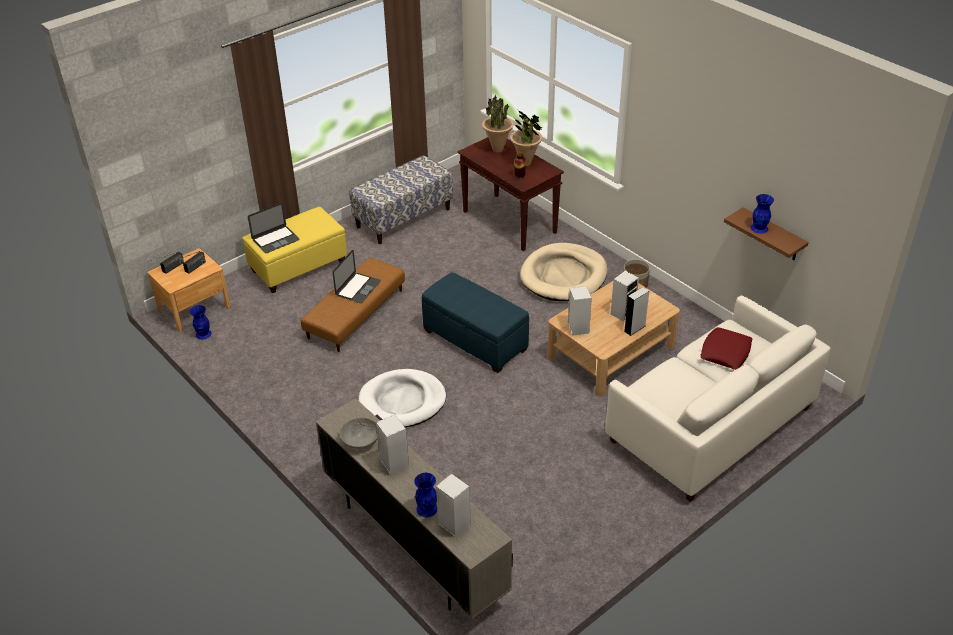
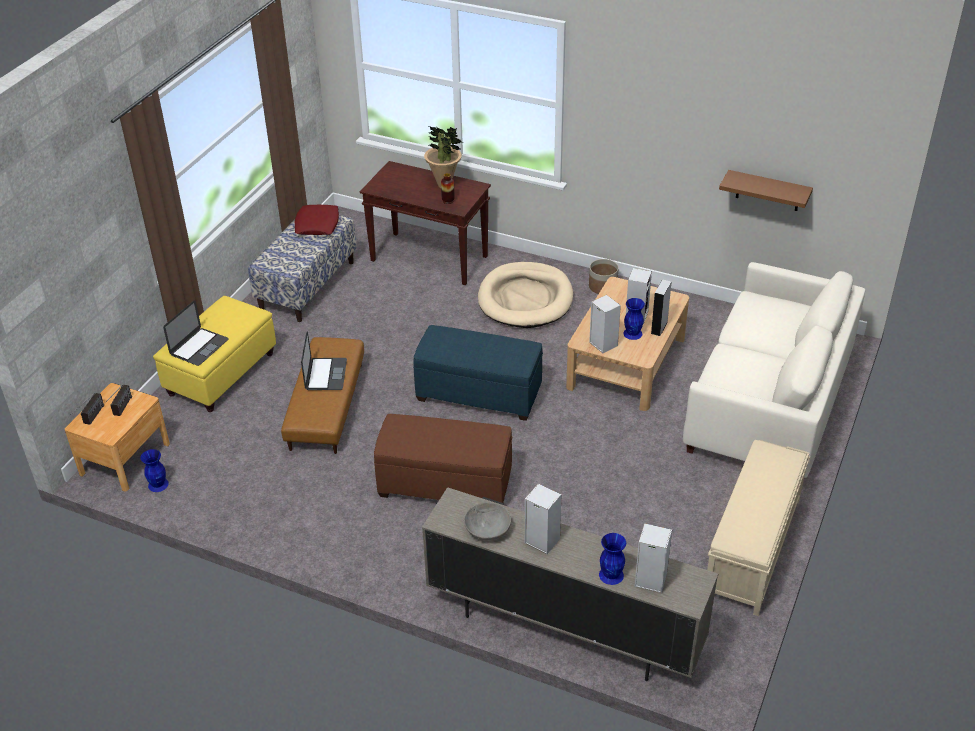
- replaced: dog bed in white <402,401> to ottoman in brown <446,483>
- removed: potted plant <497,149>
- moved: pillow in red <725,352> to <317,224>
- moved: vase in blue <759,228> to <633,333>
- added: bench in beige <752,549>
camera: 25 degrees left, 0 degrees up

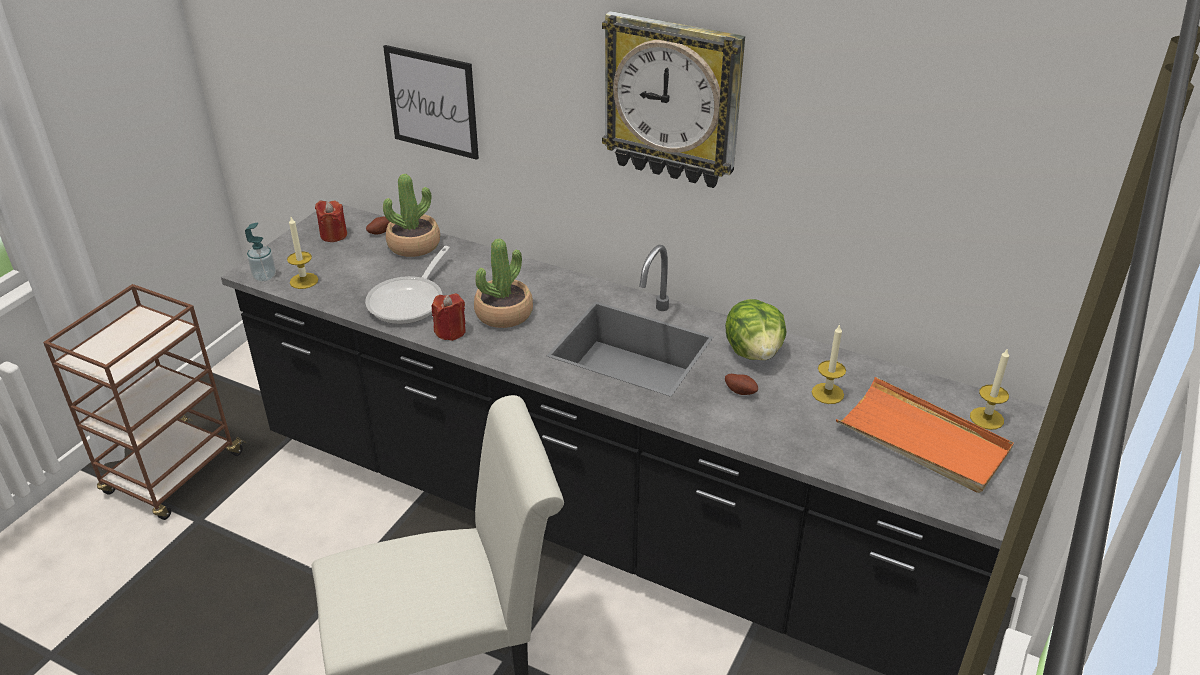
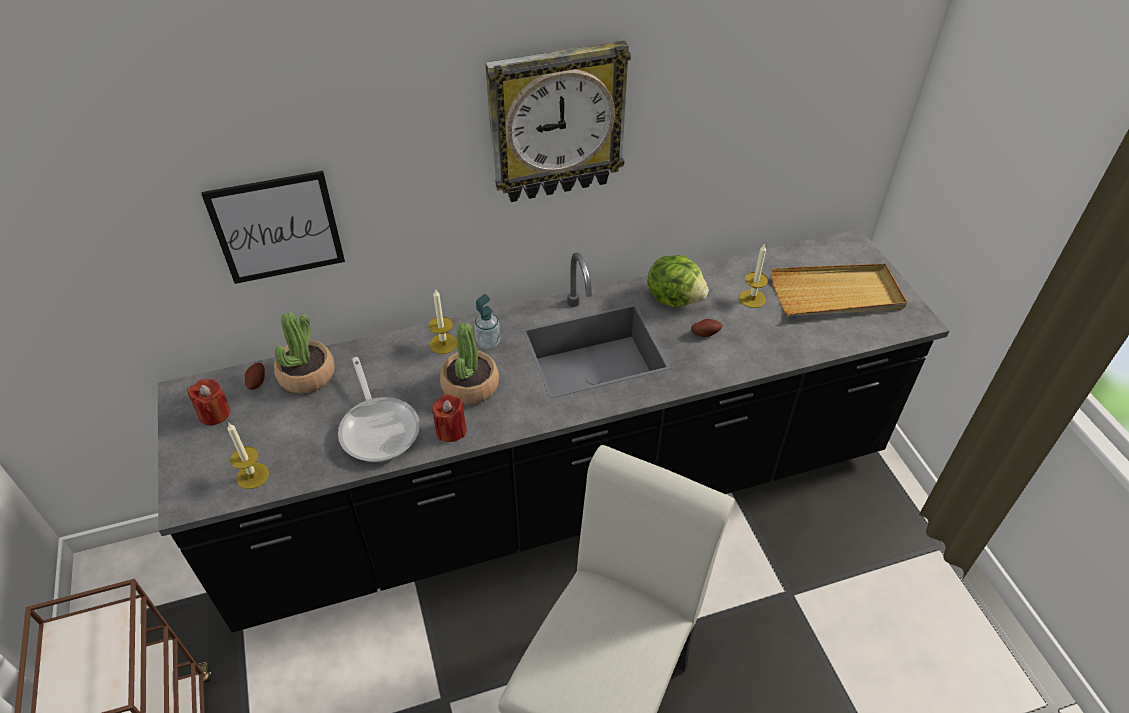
- moved: soap dispenser <264,277> to <488,342>
- recoloured: tray in orange <923,440> to tray in beige <836,294>
- moved: candle <986,418> to <443,344>
camera: 45 degrees left, 10 degrees up

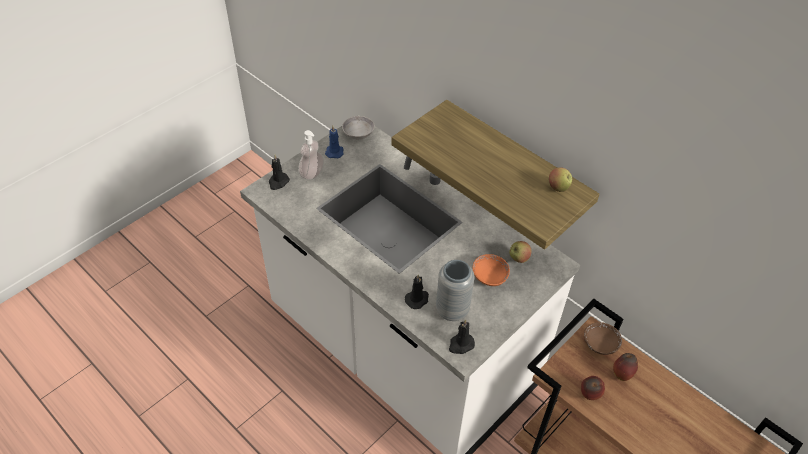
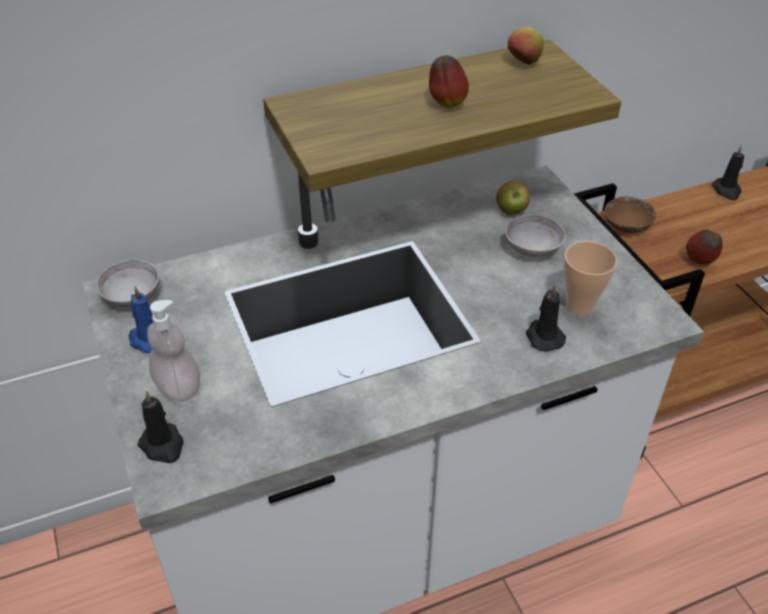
- replaced: vase in grey <452,310> to cup <580,305>
- moved: candle in black <460,345> to <726,190>
- recoloured: bowl in orange <489,277> to bowl in grey <532,248>
- moved: apple <622,374> to <446,103>
camera: 65 degrees left, 5 degrees down

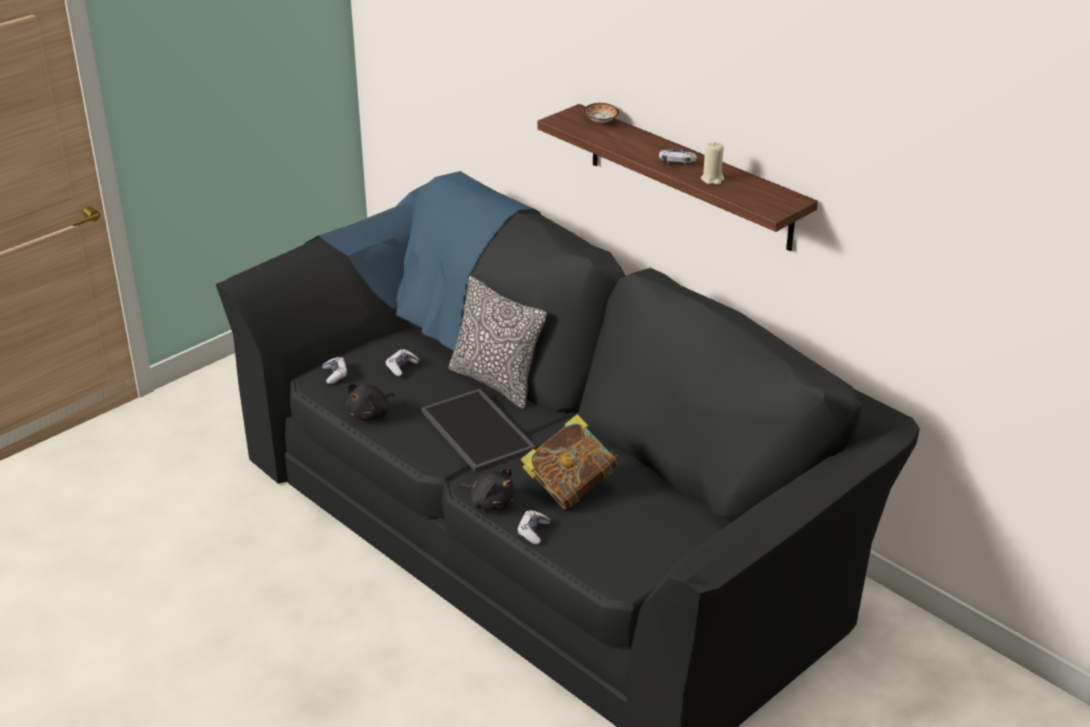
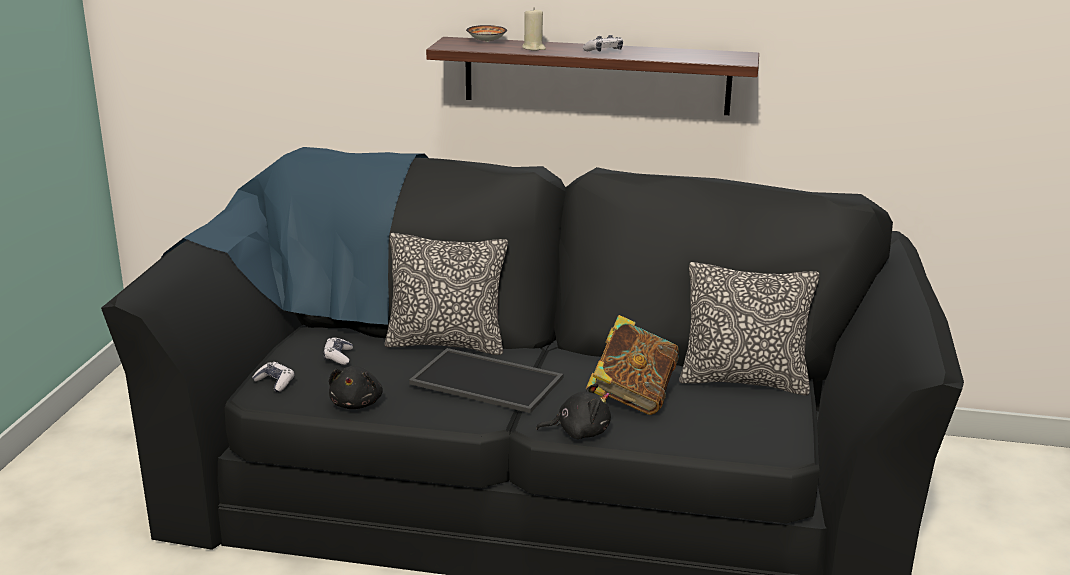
- removed: game controller <533,531>
- moved: candle in beige <712,179> to <533,48>
- added: pillow <743,380>
camera: 35 degrees left, 10 degrees down

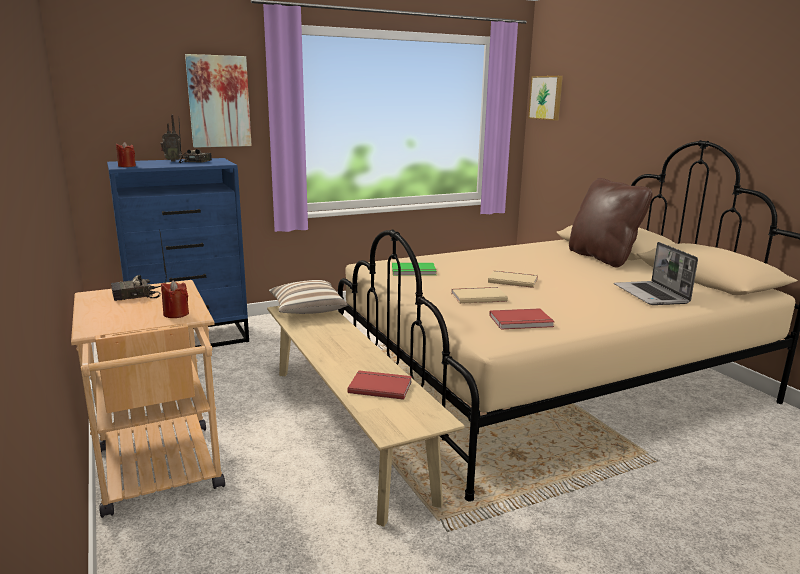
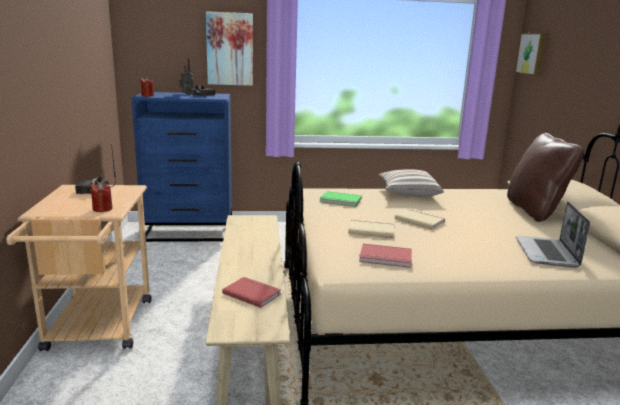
- moved: pillow <307,310> to <408,194>
camera: 20 degrees right, 0 degrees up

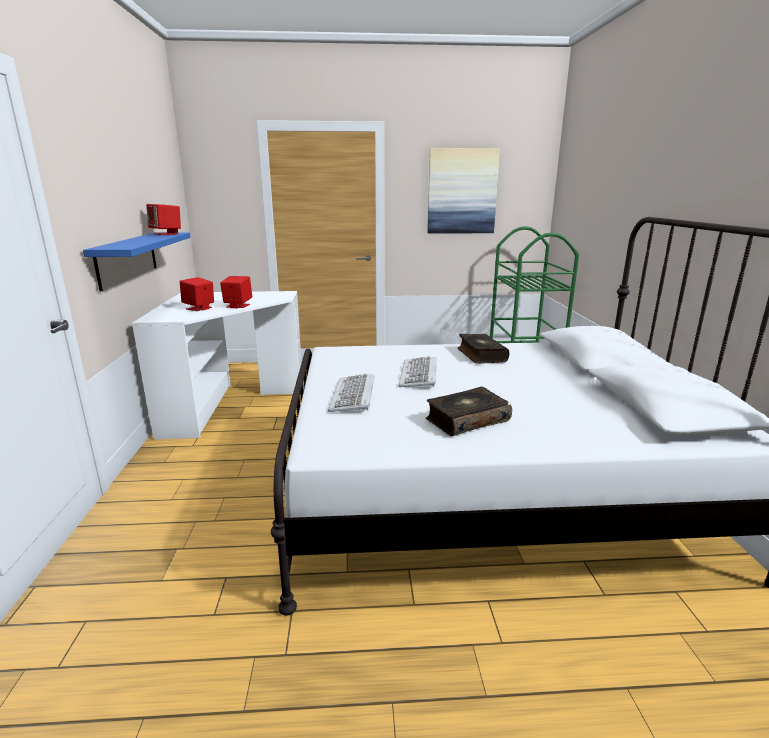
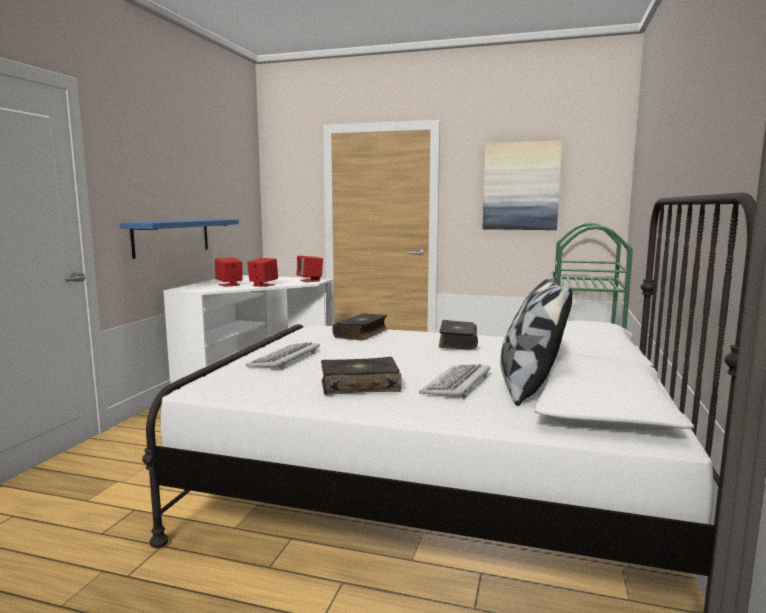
- moved: speaker in red <166,234> to <310,280>
- moved: keyboard <419,375> to <457,384>
- added: book <362,334>
- added: pillow <529,386>
camera: 20 degrees right, 10 degrees down

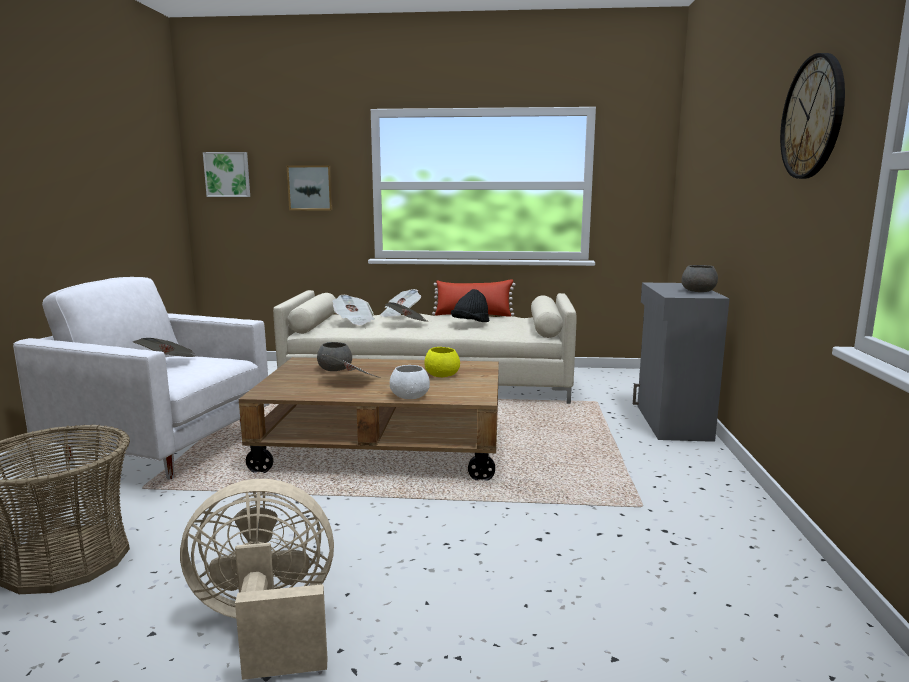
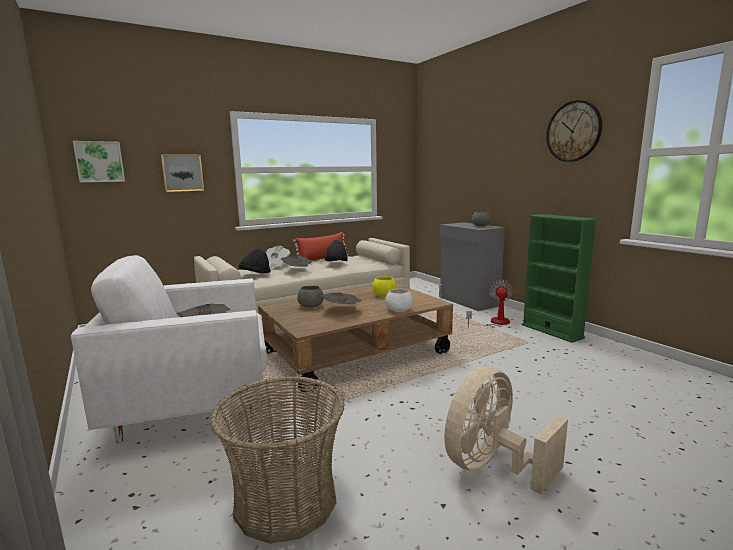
- replaced: newspaper <354,321> to hat in black <255,274>
- added: fan <494,323>
- added: bookcase in green <551,331>
camera: 35 degrees left, 0 degrees up

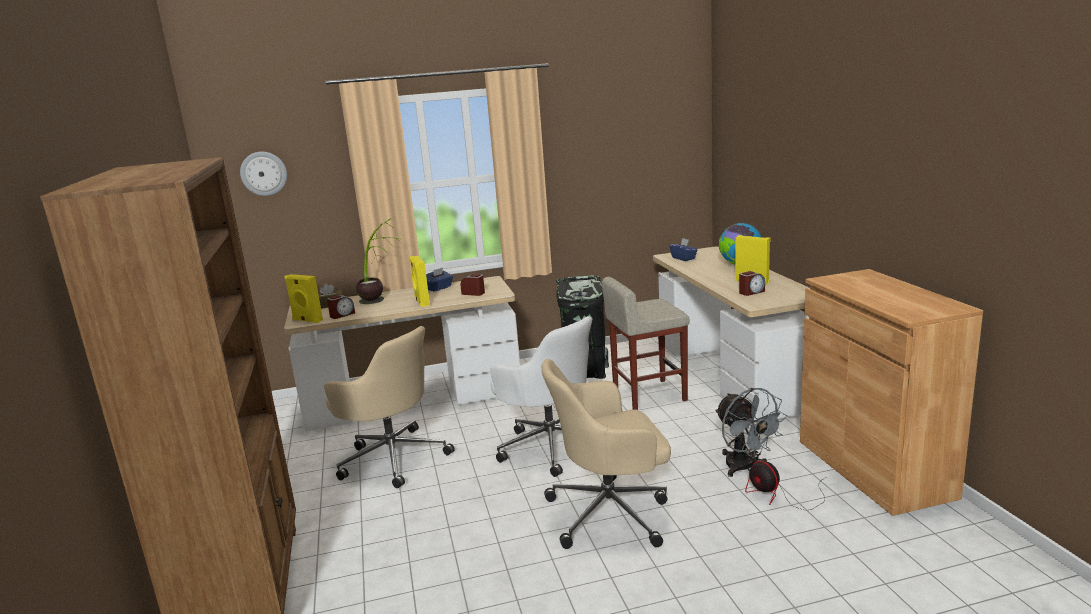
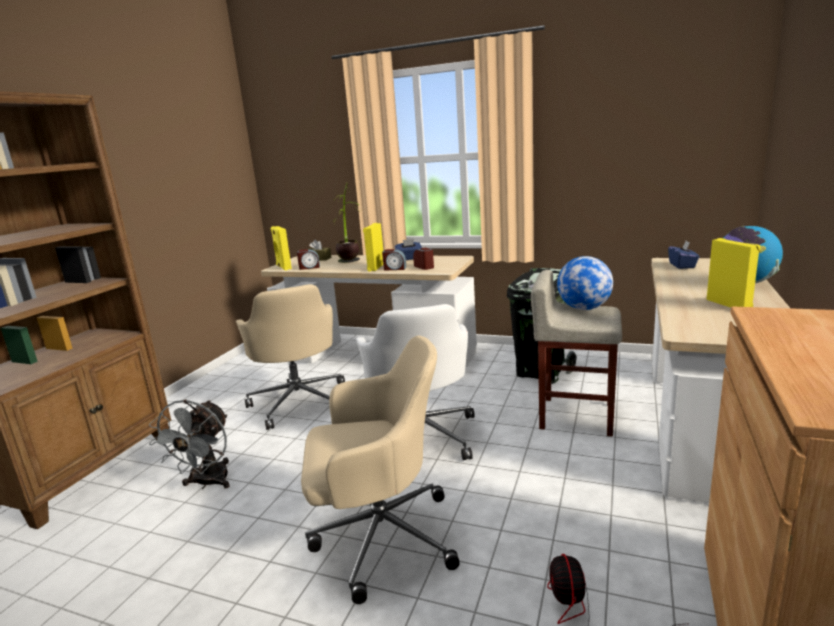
- removed: wall clock <263,173>
- turned: office chair in beige <611,513> = <380,537> 150 degrees clockwise
- moved: fan in grey <745,468> to <208,483>
- moved: alarm clock <751,292> to <394,268>
- added: globe <584,308>
camera: 35 degrees right, 0 degrees up

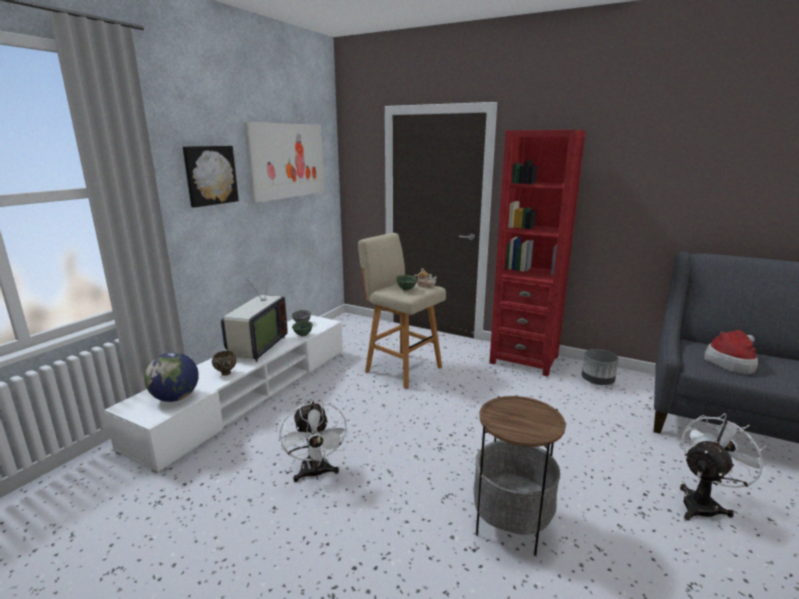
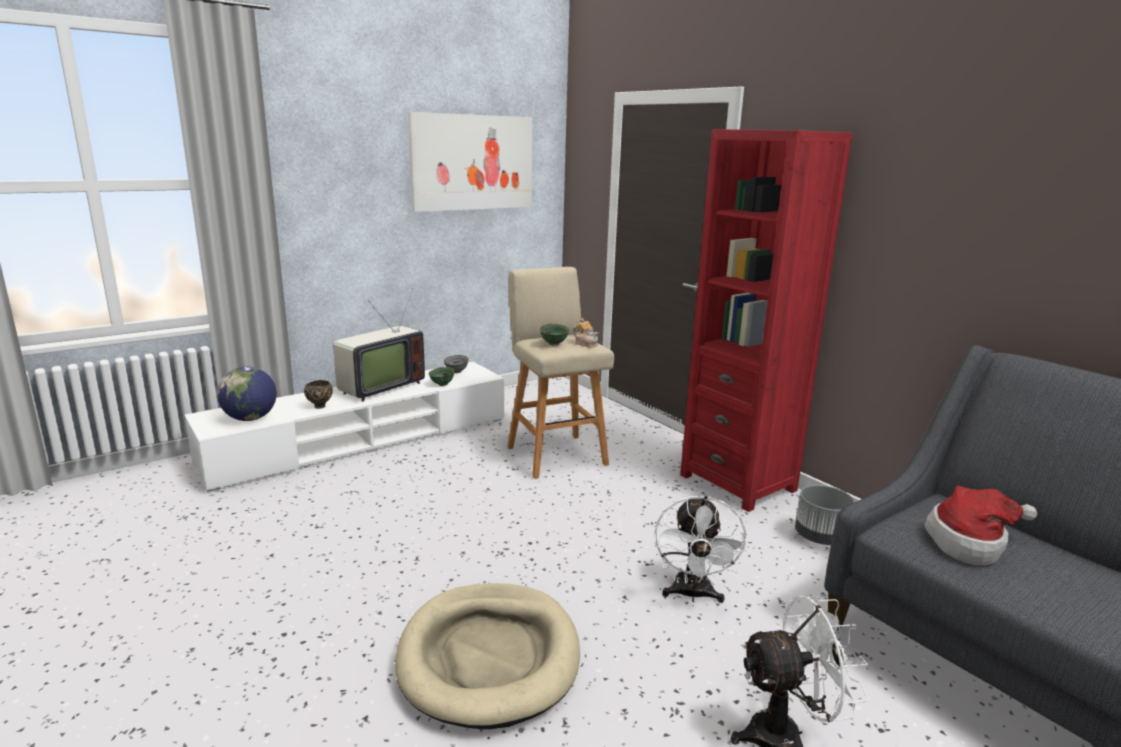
- removed: picture <210,175>
- moved: fan in white <316,474> to <692,595>
- replaced: side table <511,523> to dog bed in beige <489,657>
camera: 25 degrees right, 0 degrees up

